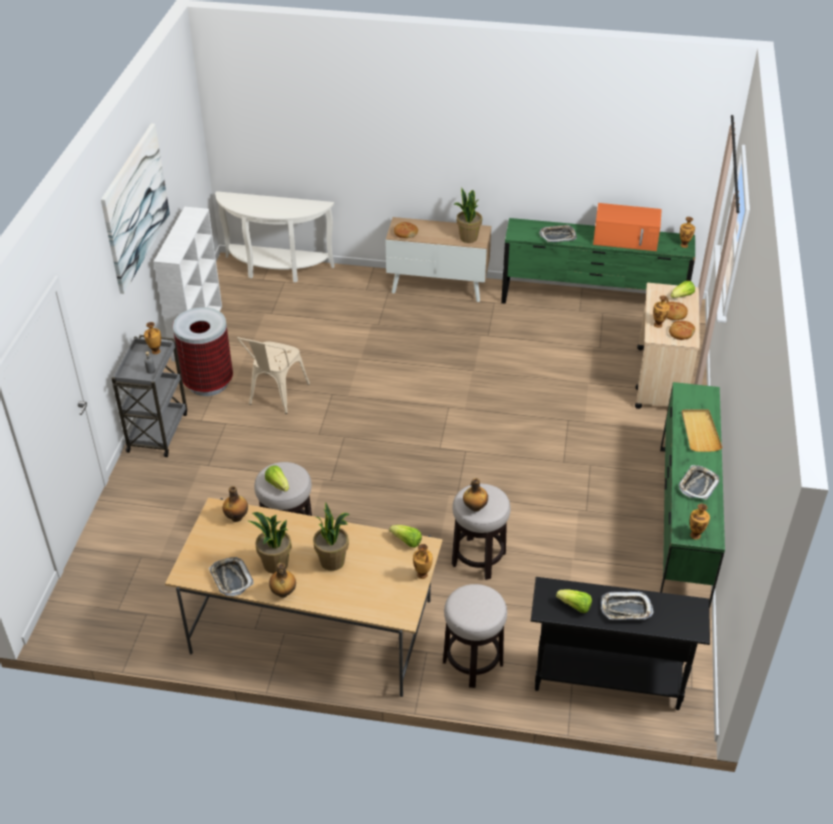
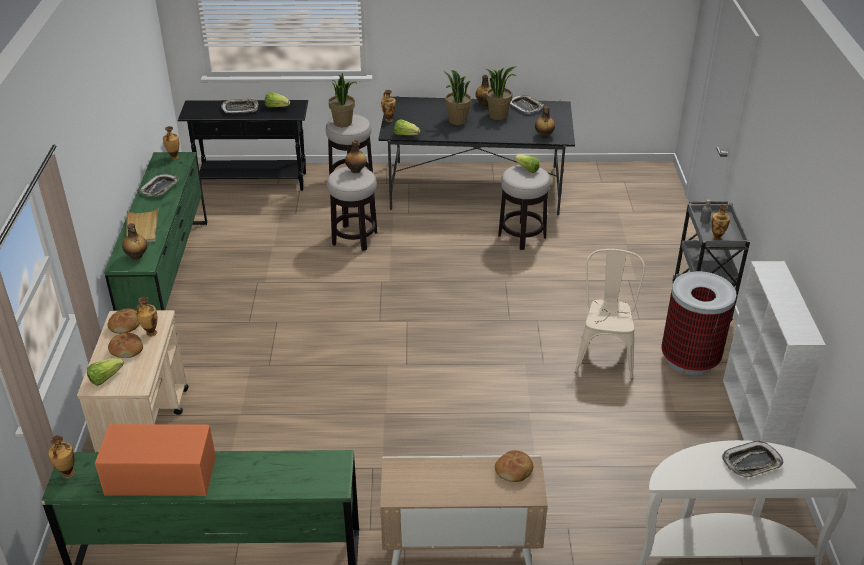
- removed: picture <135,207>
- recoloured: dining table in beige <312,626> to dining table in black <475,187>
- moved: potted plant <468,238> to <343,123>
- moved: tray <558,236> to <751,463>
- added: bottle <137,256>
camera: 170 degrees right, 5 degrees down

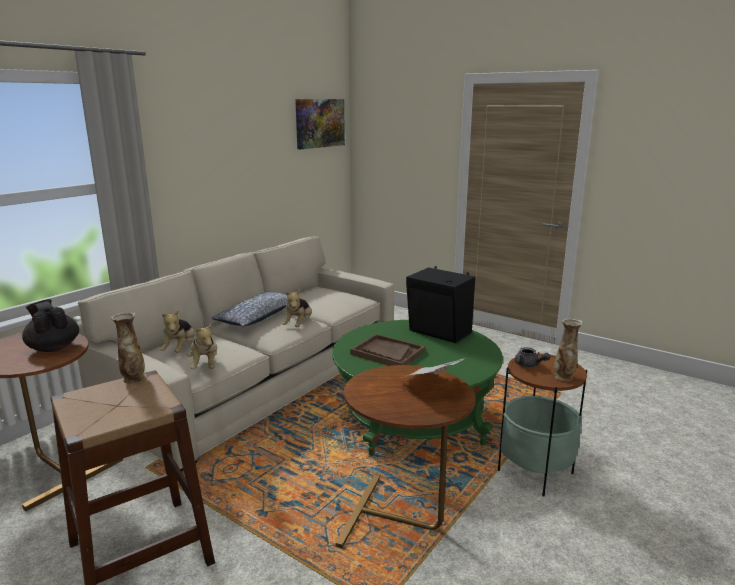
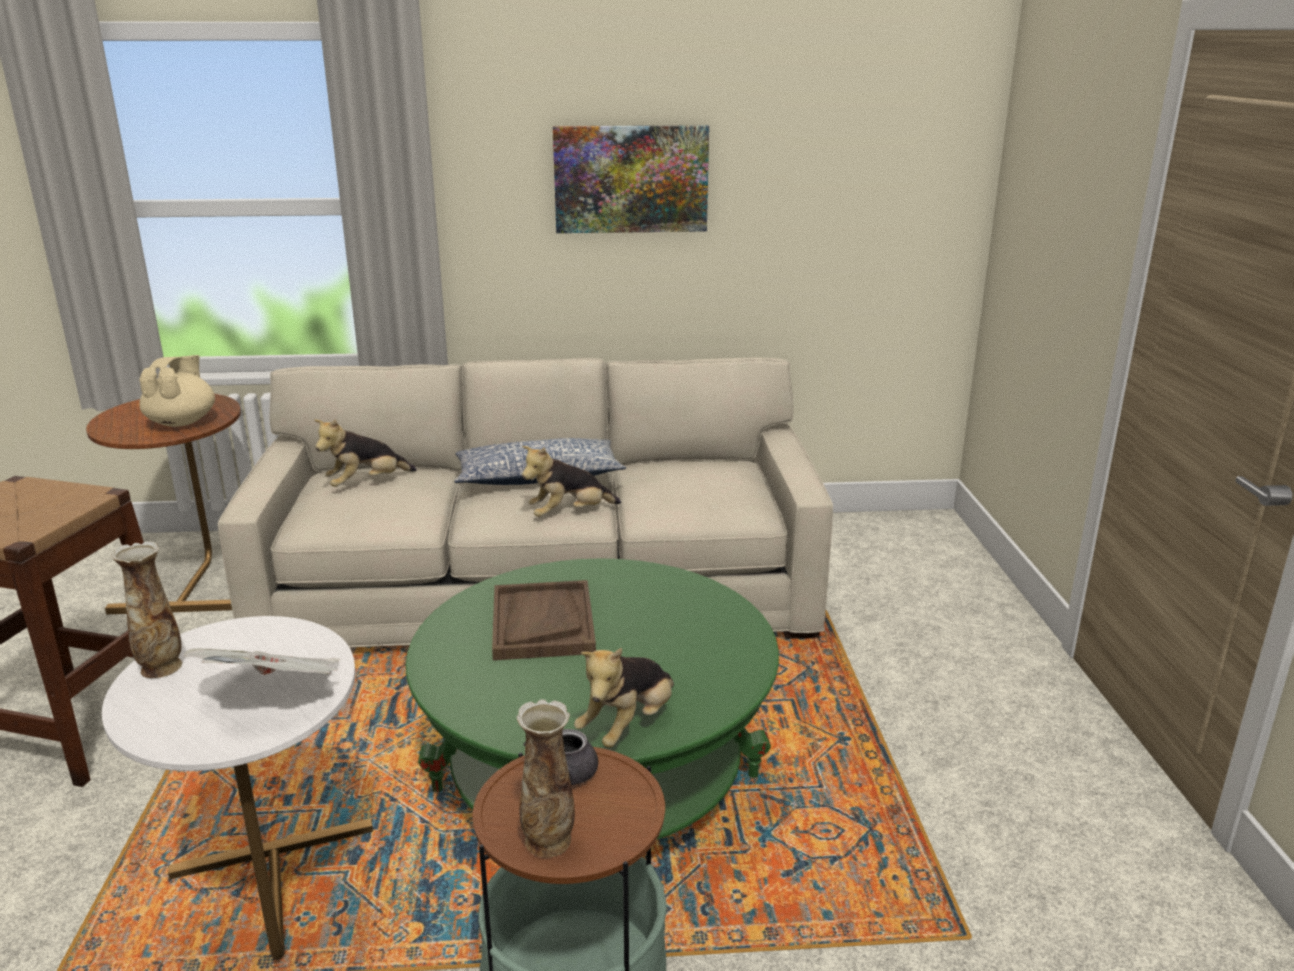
- recoloured: teapot in black <53,347> to teapot in beige <182,422>
- moved: vase <133,379> to <161,667>
- moved: plush toy <205,365> to <628,725>
- moved: picture <319,123> to <631,179>
- recoloured: side table in brown <403,522> to side table in white <276,914>
- removed: speaker in black <439,332>
camera: 50 degrees right, 5 degrees up

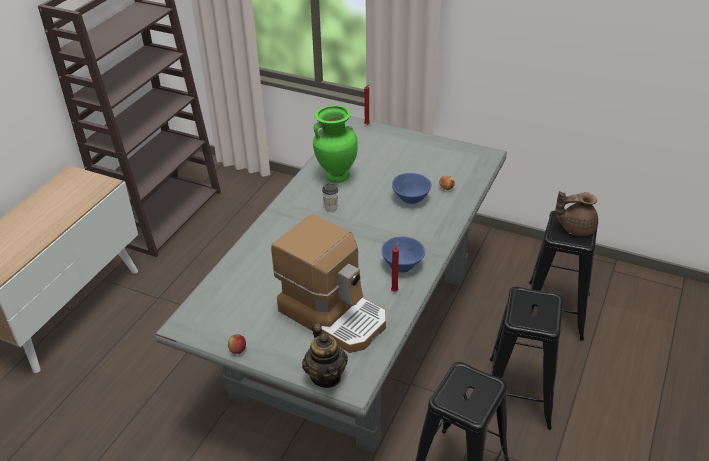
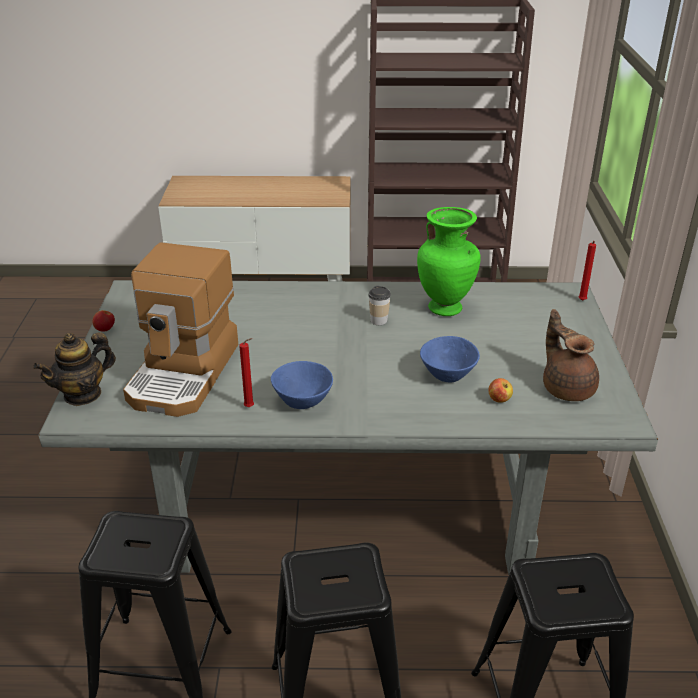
- moved: teapot in brown <575,228> to <567,387>
camera: 65 degrees right, 5 degrees down

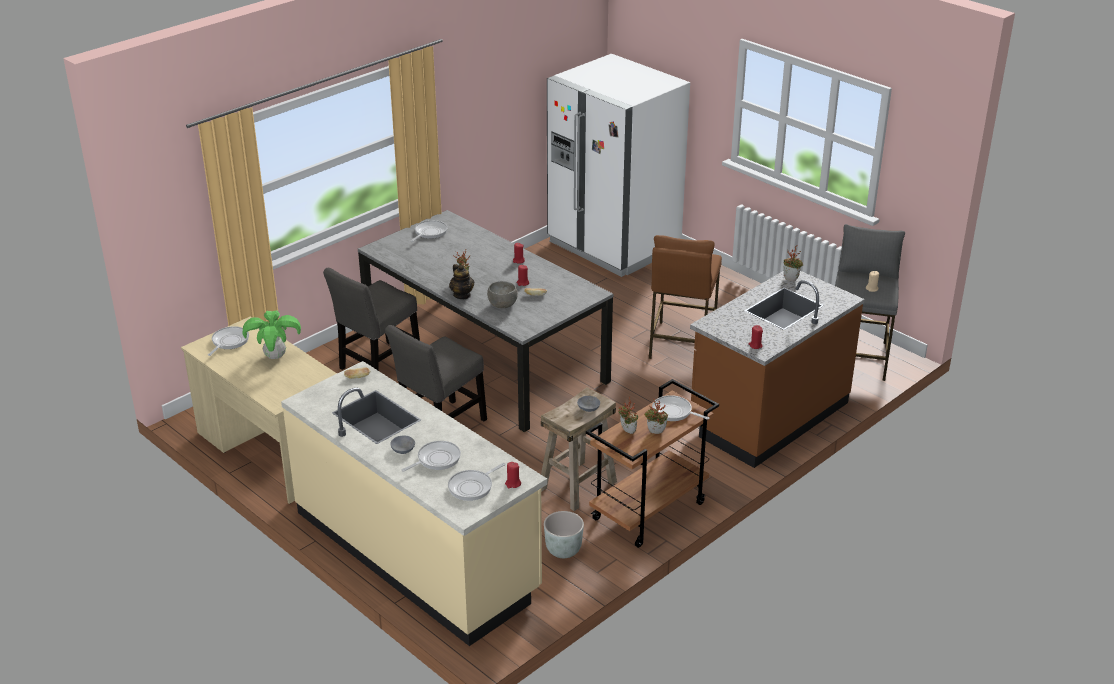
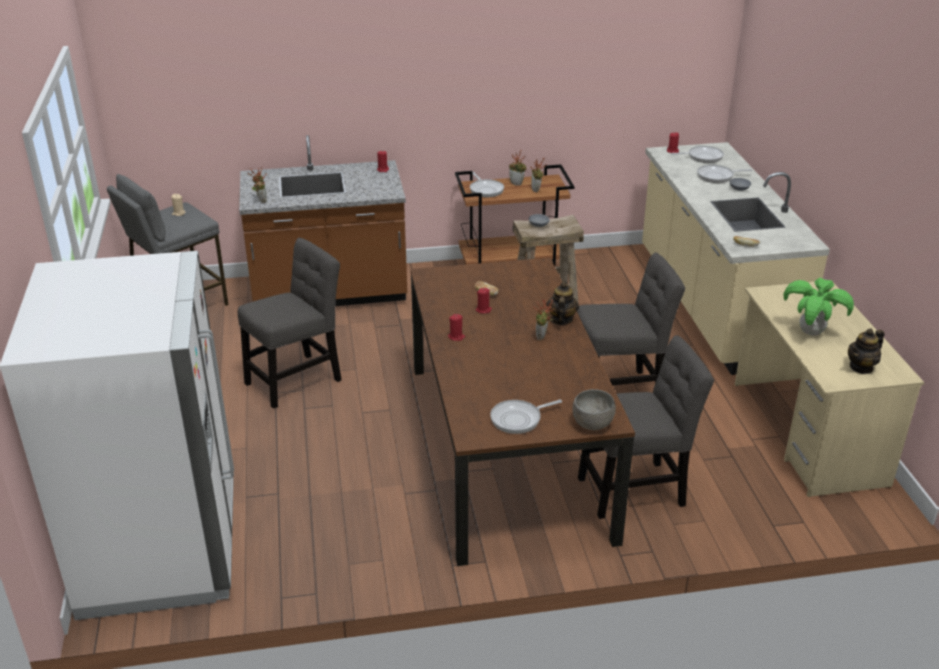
- replaced: frying pan <229,342> to teapot <861,367>
- recoloured: dining table in grey <484,357> to dining table in brown <508,449>
- moved: bowl in grey <503,305> to <592,424>
- removed: planter in grey <563,551>
- replaced: stool in brown <681,343> to chair in grey <297,379>
camera: 145 degrees left, 0 degrees up

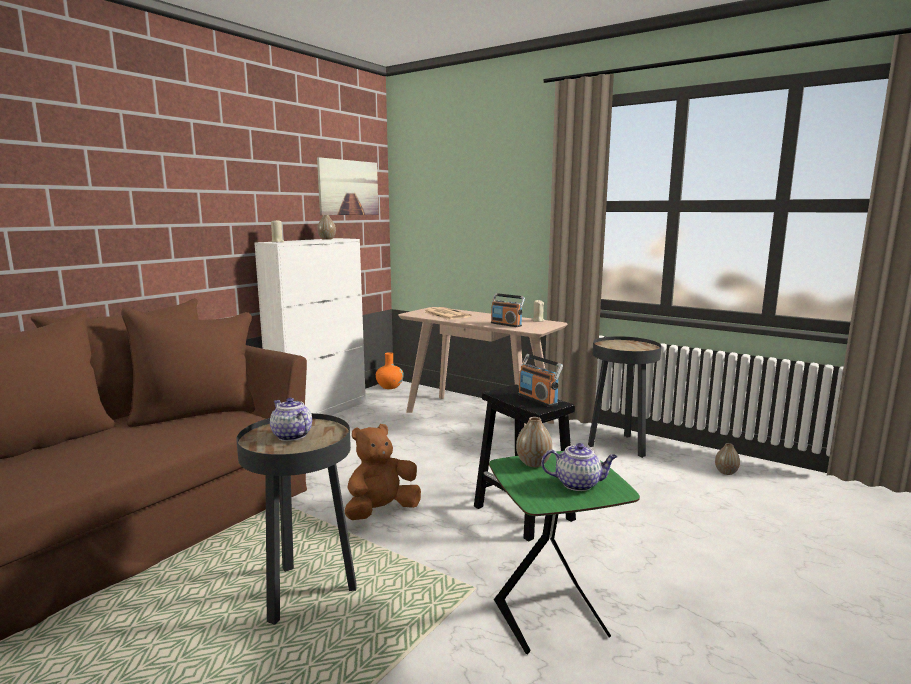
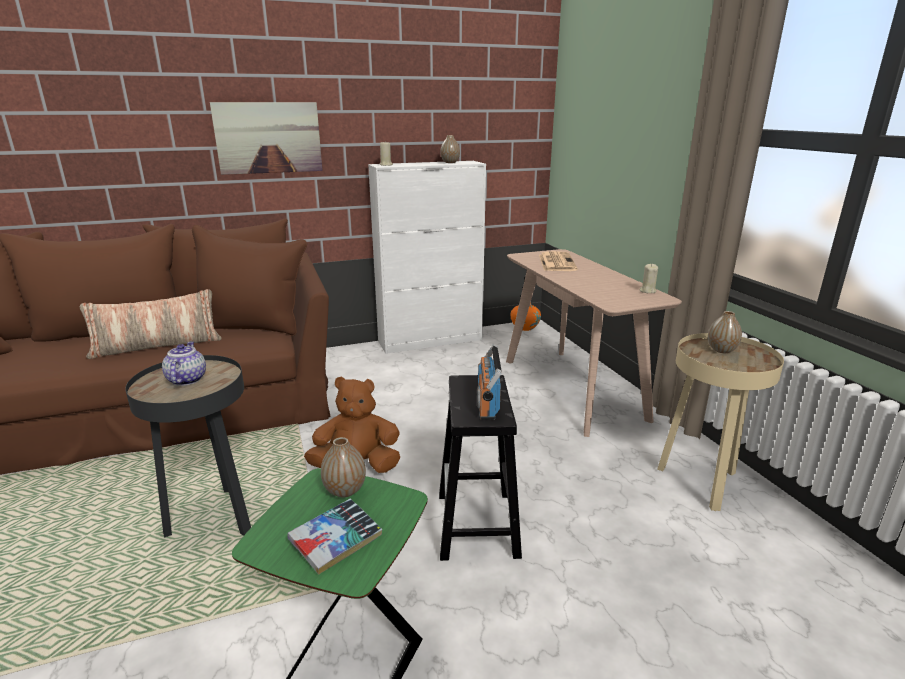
- moved: picture <348,187> to <268,138>
- removed: radio <506,324>
- replaced: teapot <578,484> to book <336,541>
- recoloured: side table in black <620,446> to side table in beige <701,484>
- moved: vase <726,472> to <721,350>
- added: pillow <157,346>
camera: 35 degrees right, 10 degrees up

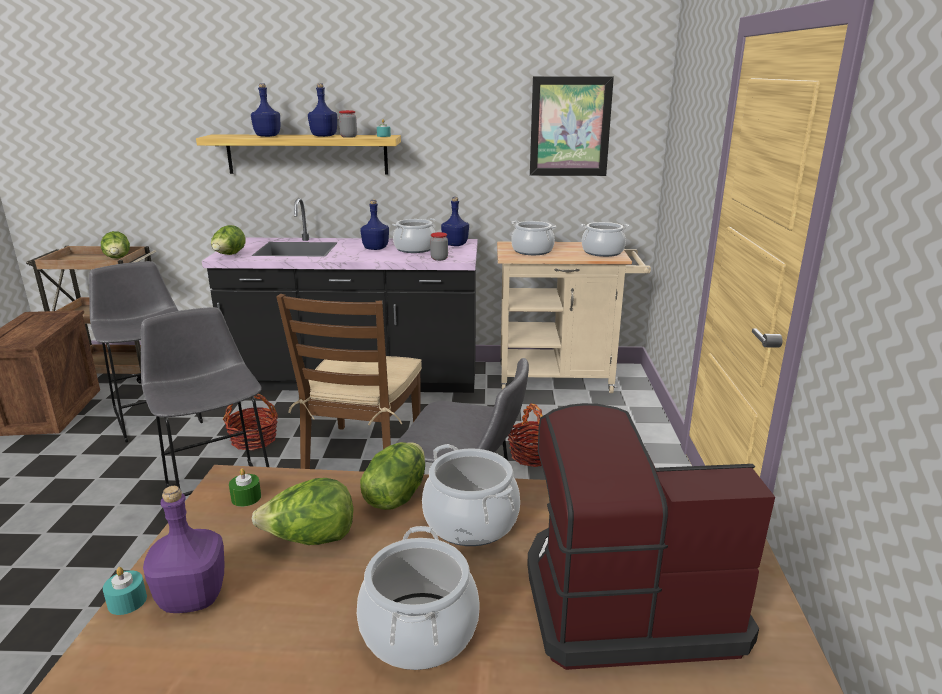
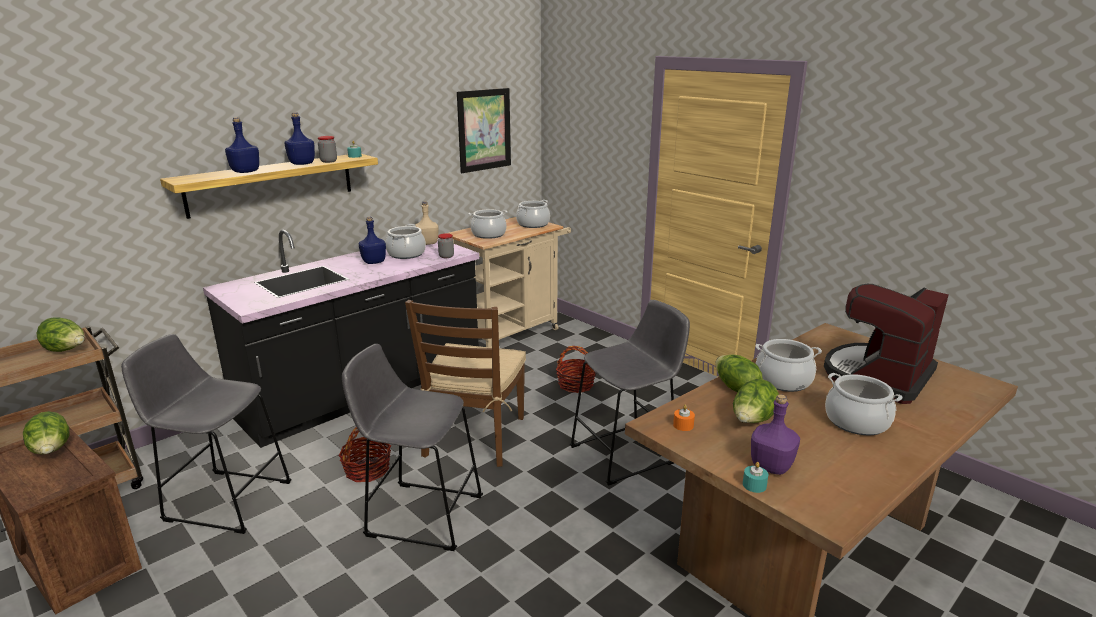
- moved: lettuce <229,255> to <52,451>
- recoloured: candle in green <246,498> to candle in orange <683,425>
- turned: chair in brown <363,456> = <474,437> 45 degrees clockwise
- recoloured: bottle in blue <455,245> to bottle in beige <427,243>
camera: 45 degrees left, 0 degrees up

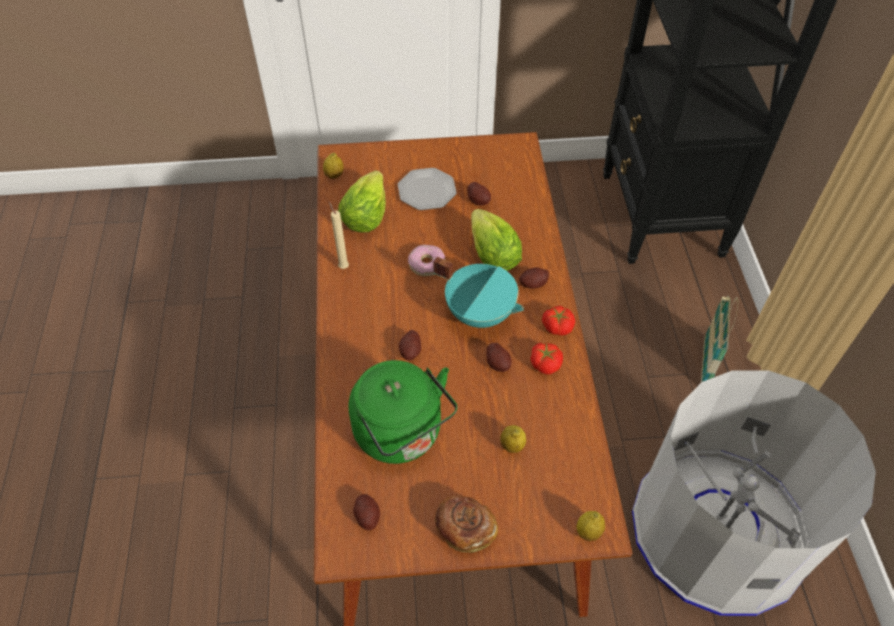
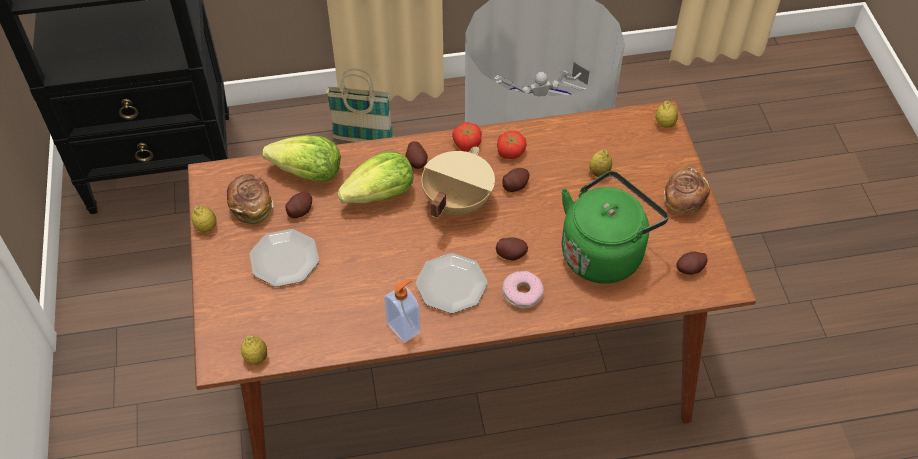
- replaced: candle in beige <343,266> to soap dispenser <404,327>
- moved: lettuce <365,216> to <308,173>
- moved: donut <426,264> to <522,293>
- recoloured: cooking pot in turquoise <480,312> to cooking pot in beige <456,201>
- added: lemon <206,227>
- added: bread <251,206>
- added: plate <450,284>
camera: 95 degrees left, 0 degrees up

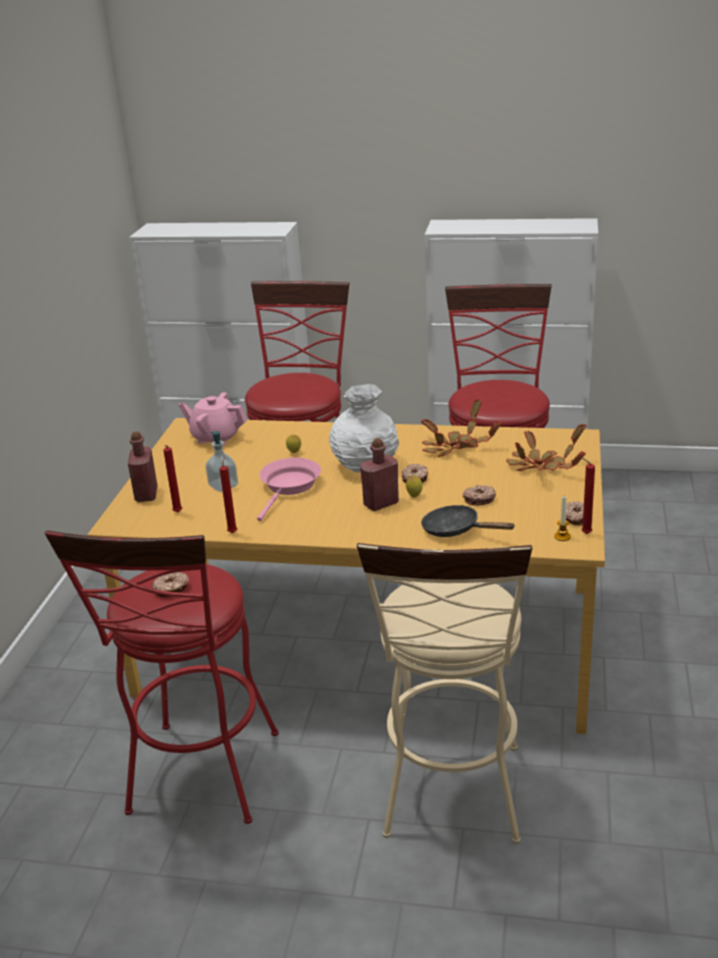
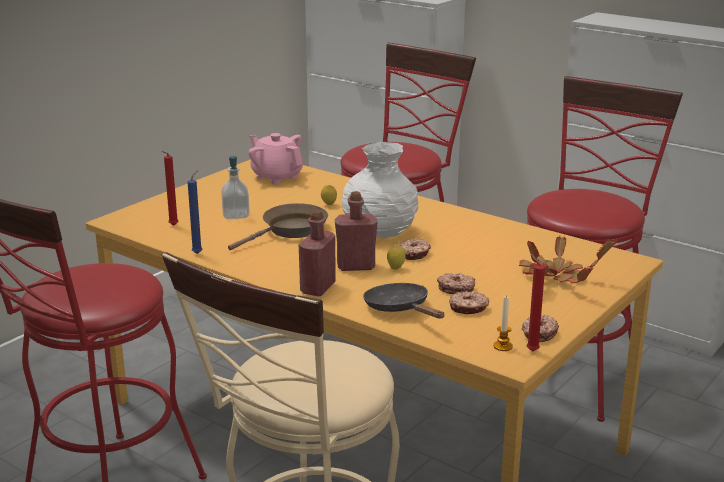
- moved: bottle in red <146,494> to <318,288>
- moved: donut <171,589> to <468,308>
- recoloured: candle in red <233,532> to candle in blue <198,253>
- recoloured: frying pan in pink <289,486> to frying pan in brown <290,230>
- removed: potted plant <454,448>
camera: 25 degrees right, 5 degrees down

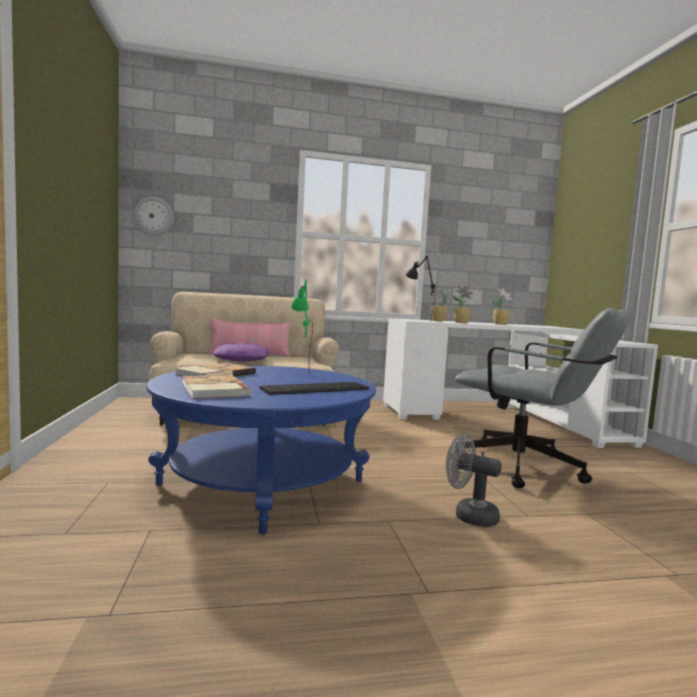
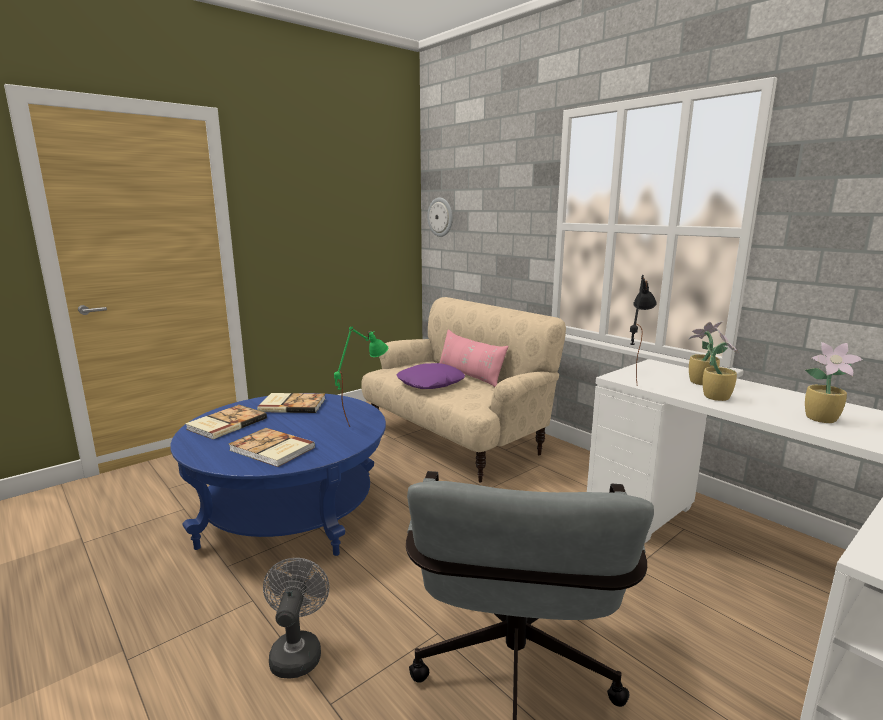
- replaced: keyboard <317,389> to book <271,449>
camera: 60 degrees right, 10 degrees up

